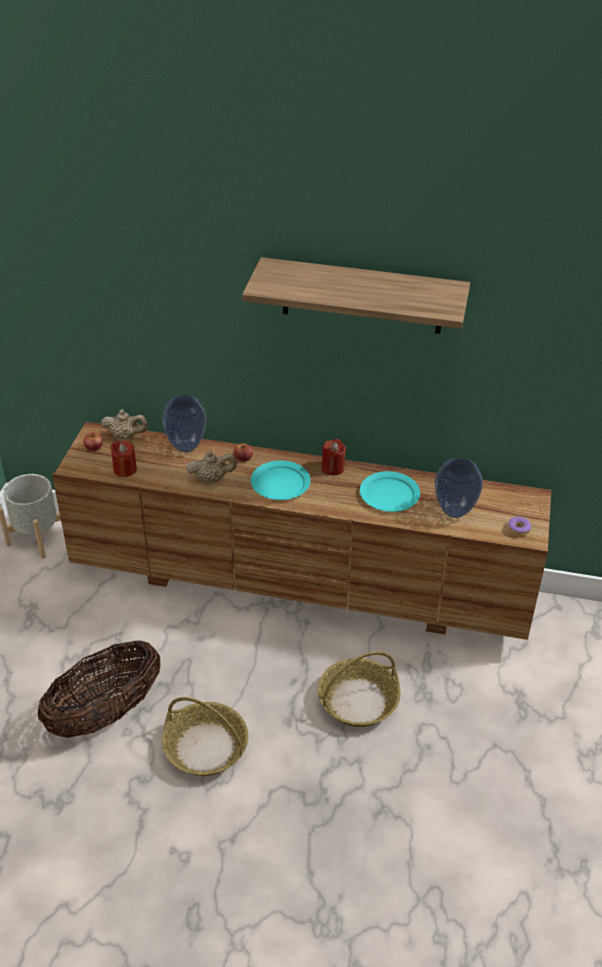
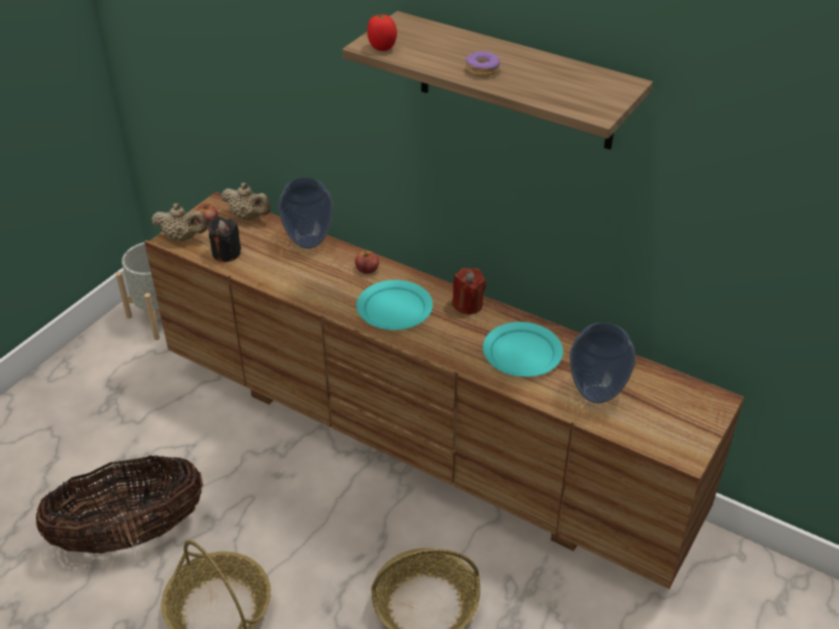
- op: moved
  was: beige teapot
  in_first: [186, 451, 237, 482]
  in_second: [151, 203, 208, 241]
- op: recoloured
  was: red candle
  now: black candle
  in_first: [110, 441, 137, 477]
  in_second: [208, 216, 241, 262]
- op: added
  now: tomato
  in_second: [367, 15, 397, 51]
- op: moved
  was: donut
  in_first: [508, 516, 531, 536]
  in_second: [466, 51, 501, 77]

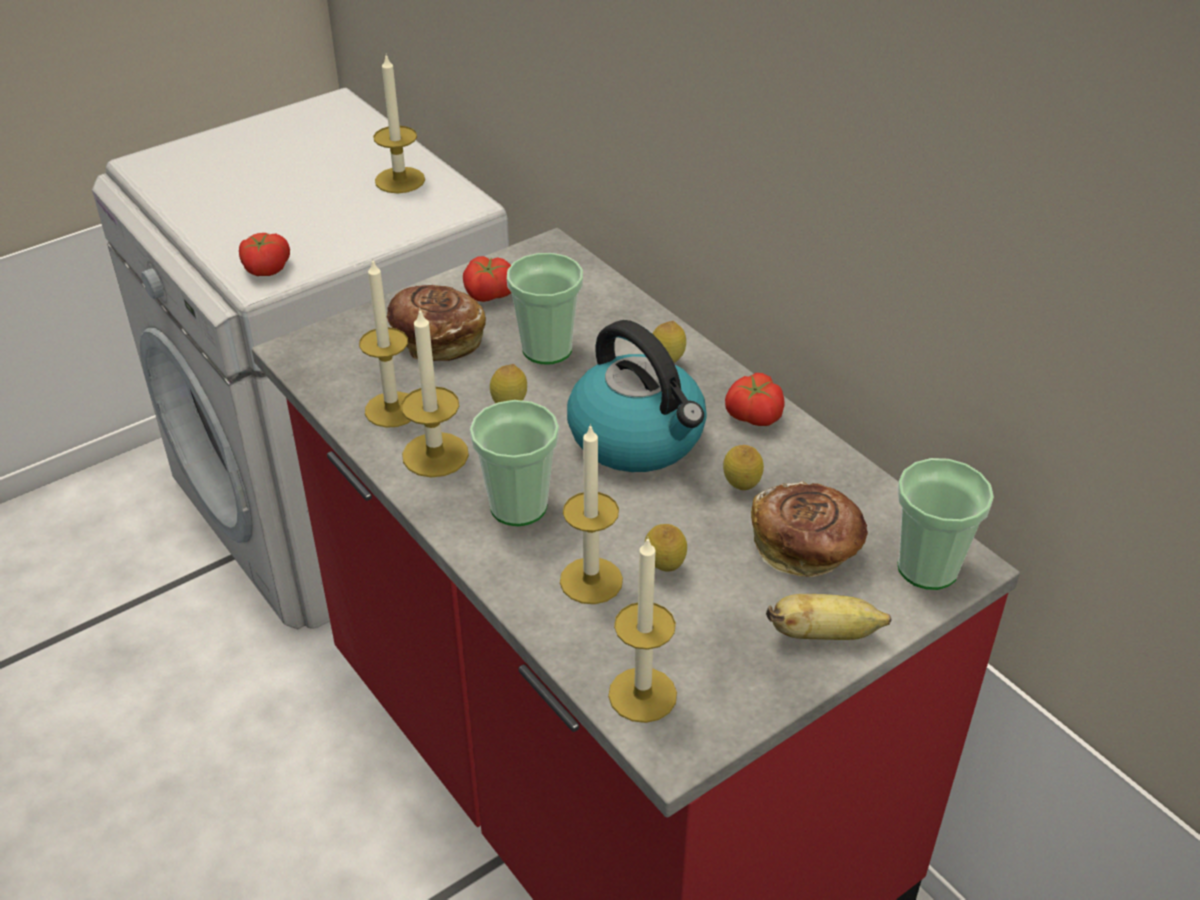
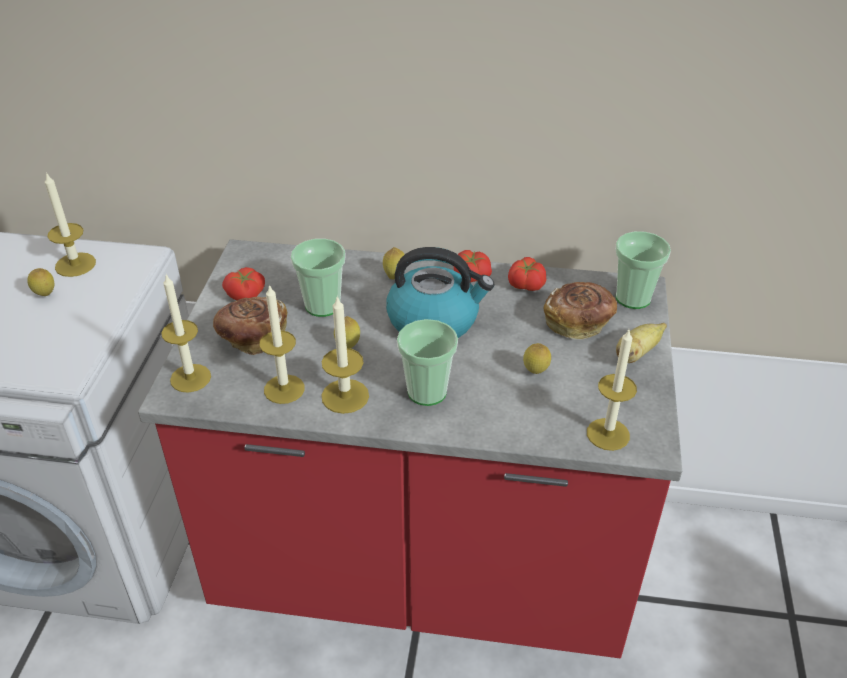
- op: moved
  was: lemon
  in_first: [723, 445, 764, 490]
  in_second: [27, 268, 54, 296]
- op: moved
  was: candle
  in_first: [560, 423, 623, 604]
  in_second: [161, 274, 211, 392]
- op: moved
  was: tomato
  in_first: [239, 233, 290, 276]
  in_second: [508, 257, 546, 291]

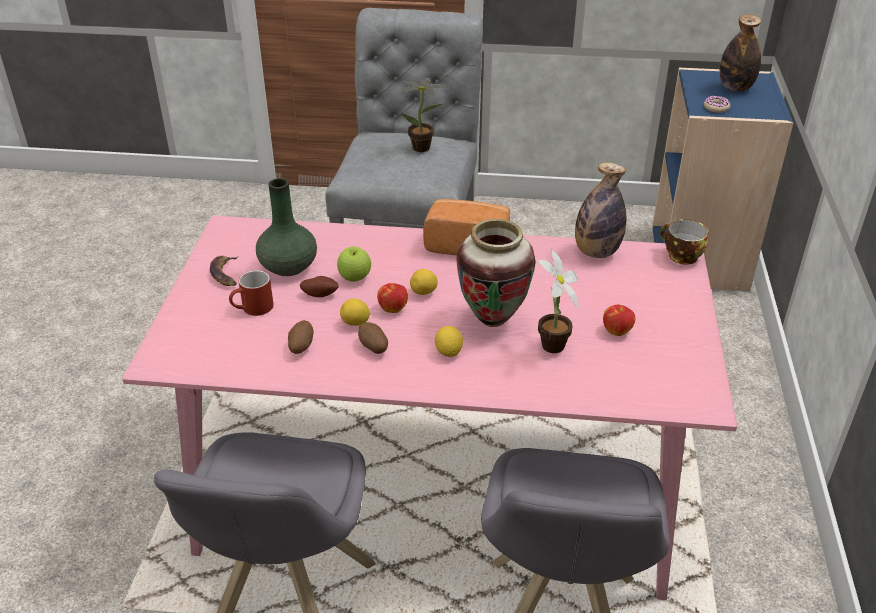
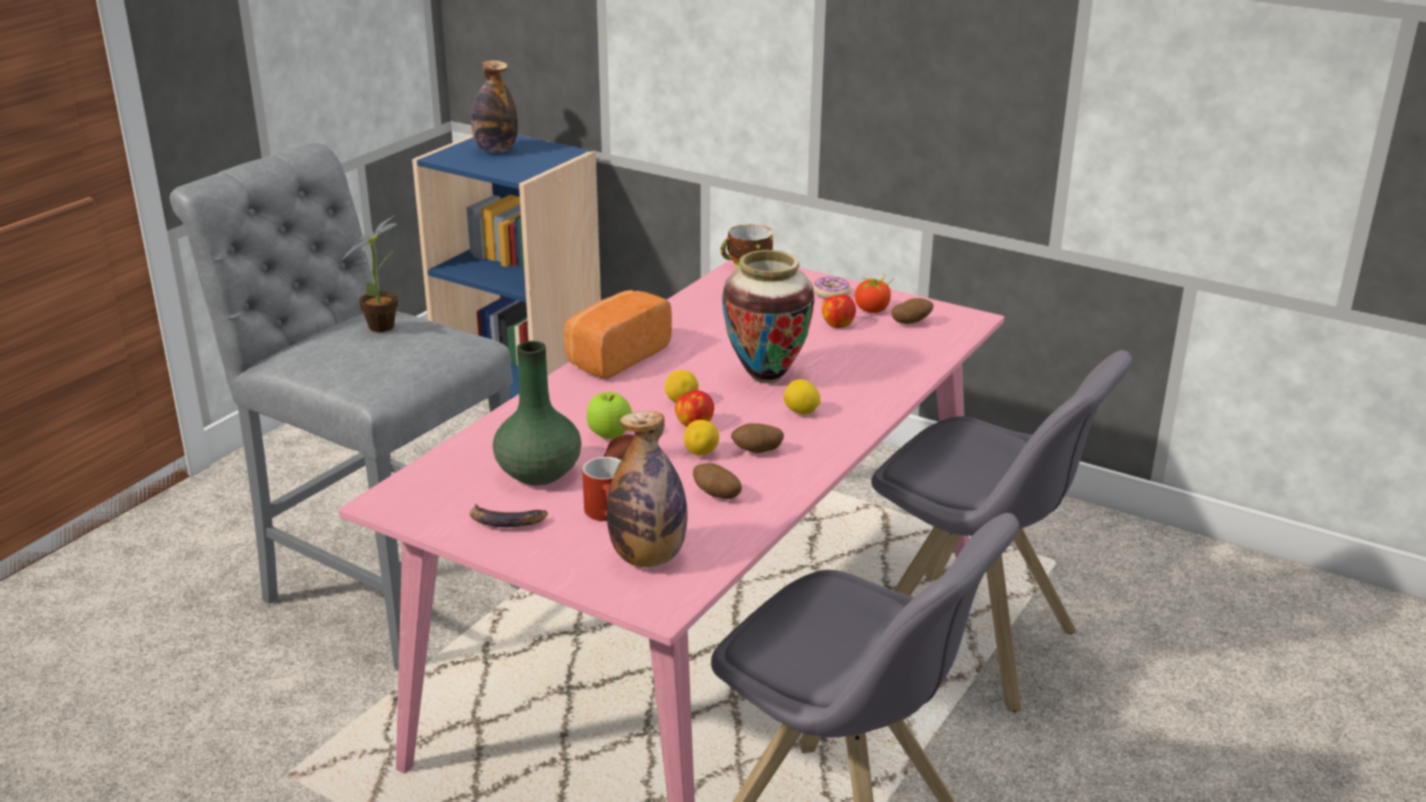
- op: moved
  was: bottle
  in_first: [575, 162, 626, 258]
  in_second: [607, 411, 687, 567]
- op: moved
  was: donut
  in_first: [704, 96, 730, 113]
  in_second: [814, 277, 851, 299]
- op: added
  now: tomato
  in_second: [855, 274, 894, 313]
- op: added
  now: potato
  in_second: [891, 298, 934, 324]
- op: removed
  was: potted plant
  in_first: [538, 249, 579, 353]

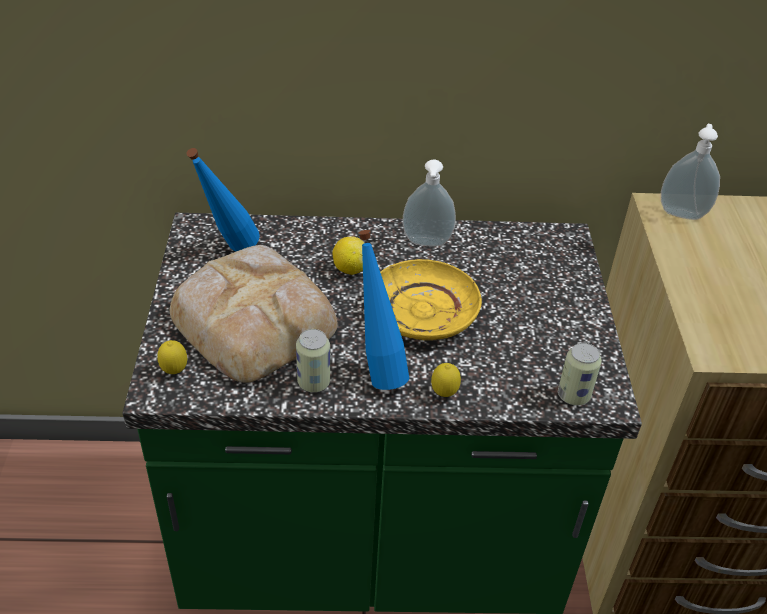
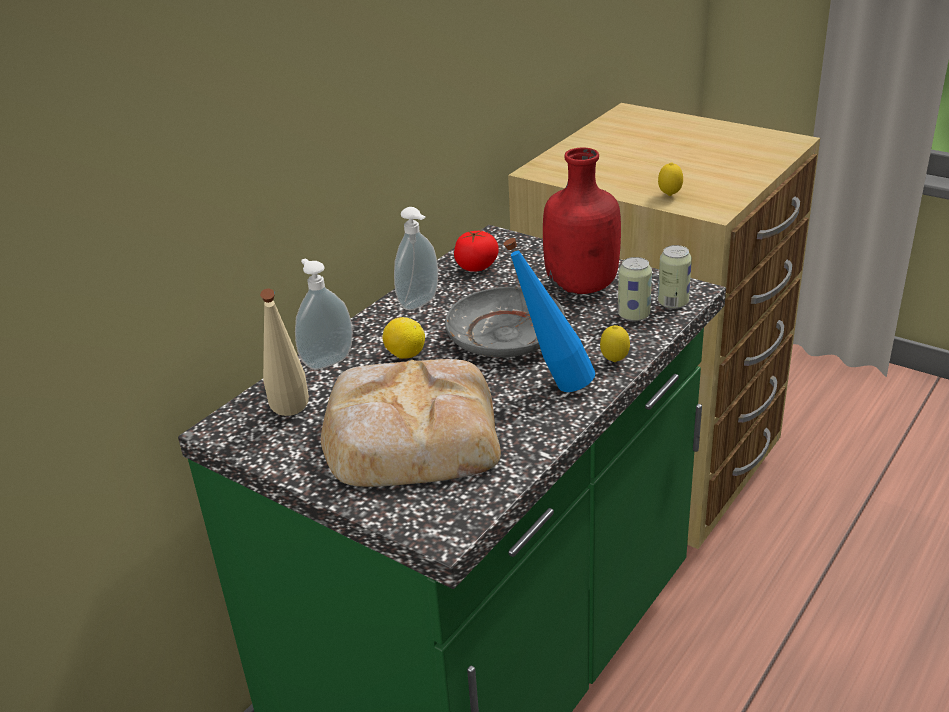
- op: recoloured
  was: blue bottle
  now: beige bottle
  in_first: [186, 148, 259, 251]
  in_second: [260, 289, 309, 416]
- op: moved
  was: soap dispenser
  in_first: [661, 124, 720, 220]
  in_second: [295, 258, 353, 370]
- op: recoloured
  was: yellow plate
  now: grey plate
  in_first: [380, 259, 482, 341]
  in_second: [445, 287, 565, 357]
- op: added
  now: tomato
  in_second: [454, 231, 499, 272]
- op: added
  now: red bottle
  in_second: [543, 148, 621, 294]
- op: moved
  was: can
  in_first: [296, 329, 330, 393]
  in_second: [618, 257, 652, 321]
- op: moved
  was: lemon
  in_first: [157, 340, 187, 374]
  in_second: [658, 162, 683, 196]

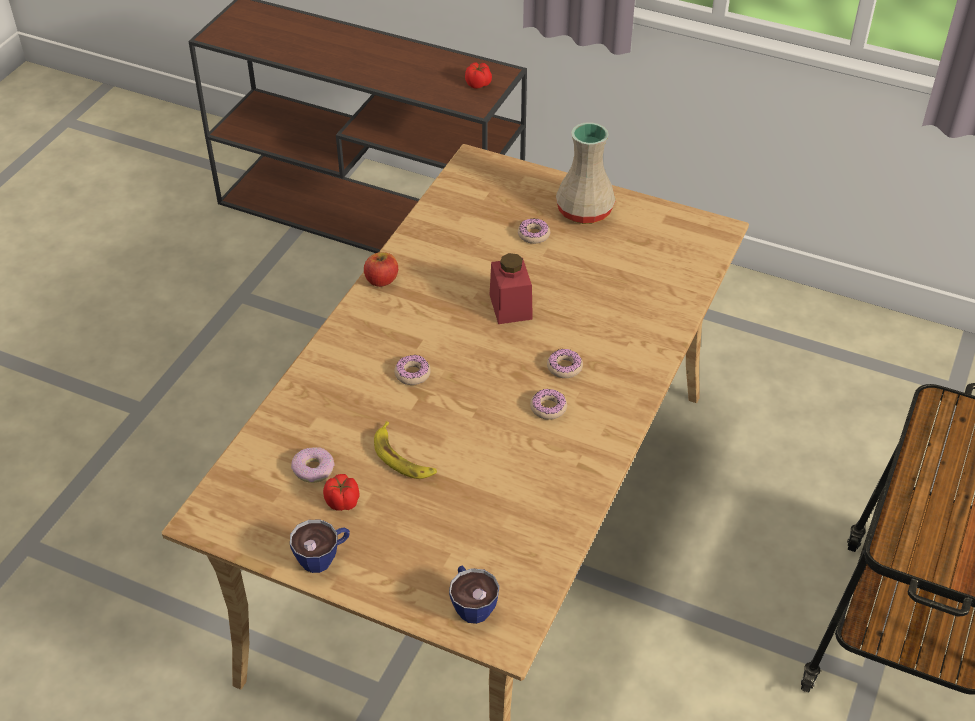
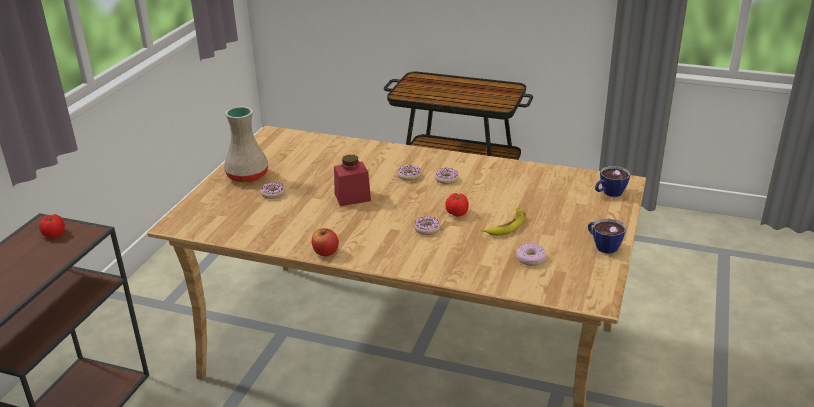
- op: moved
  was: tomato
  in_first: [323, 474, 359, 511]
  in_second: [445, 193, 469, 216]

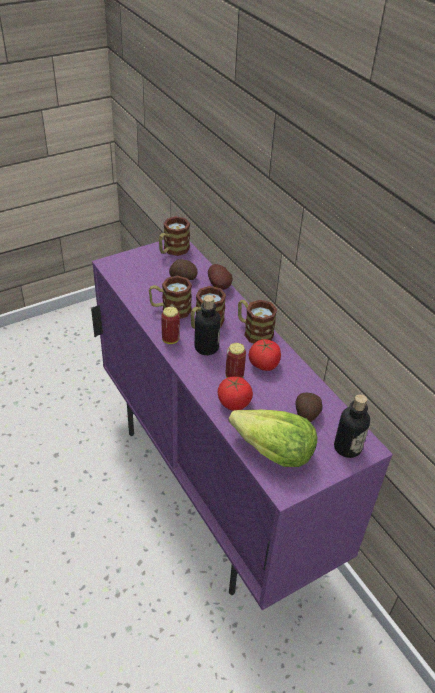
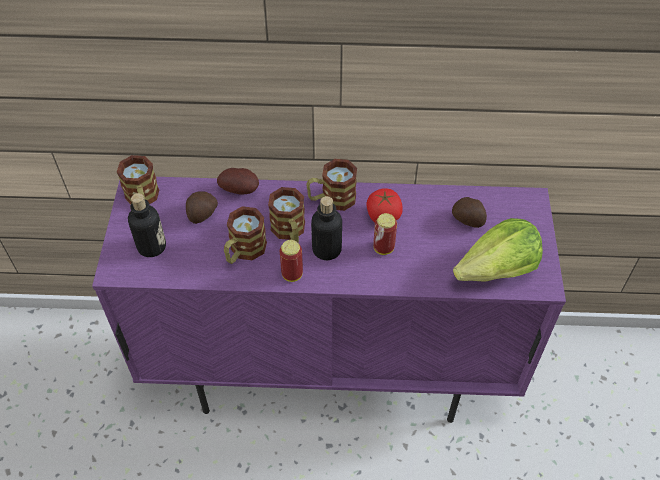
- op: moved
  was: bottle
  in_first: [334, 394, 370, 458]
  in_second: [128, 193, 166, 257]
- op: removed
  was: tomato
  in_first: [218, 377, 253, 411]

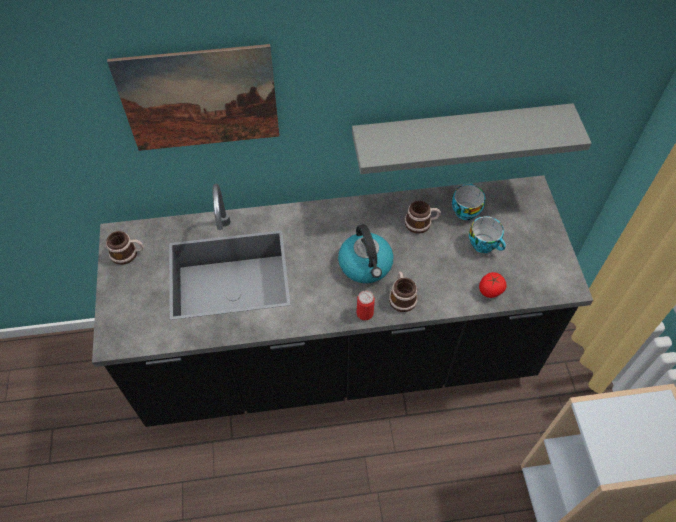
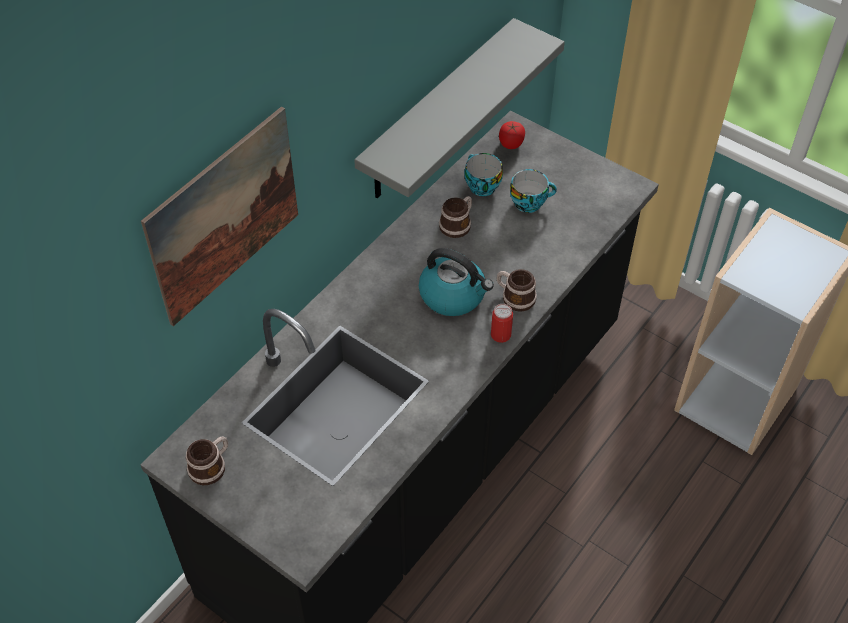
- op: moved
  was: tomato
  in_first: [479, 272, 507, 298]
  in_second: [499, 121, 525, 149]

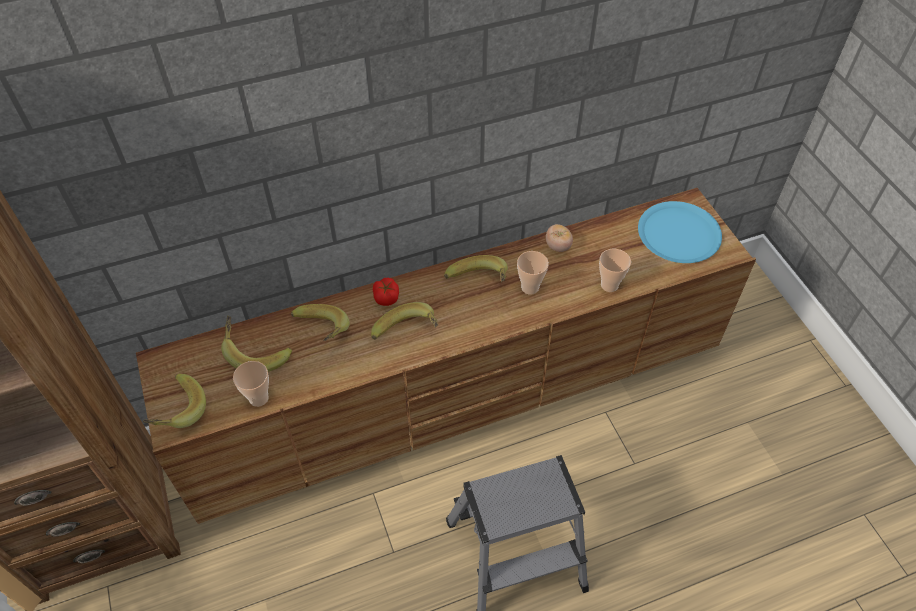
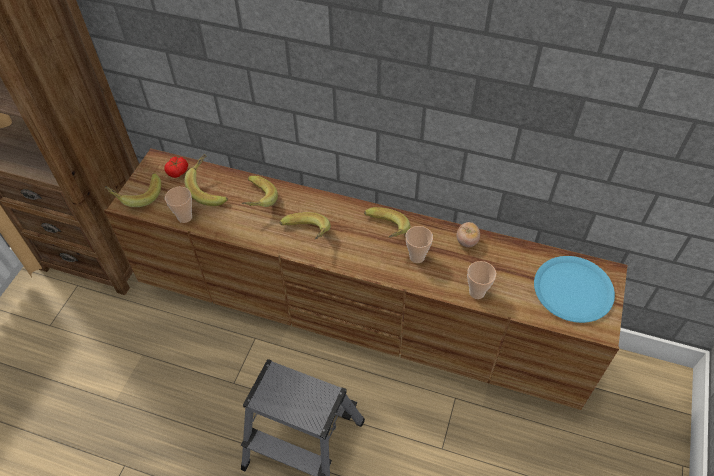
- op: moved
  was: tomato
  in_first: [373, 278, 399, 306]
  in_second: [164, 157, 188, 178]

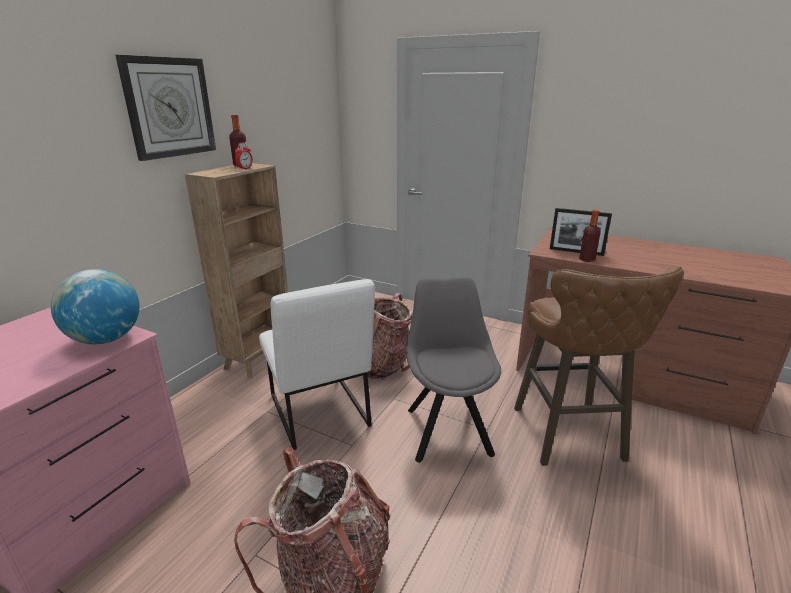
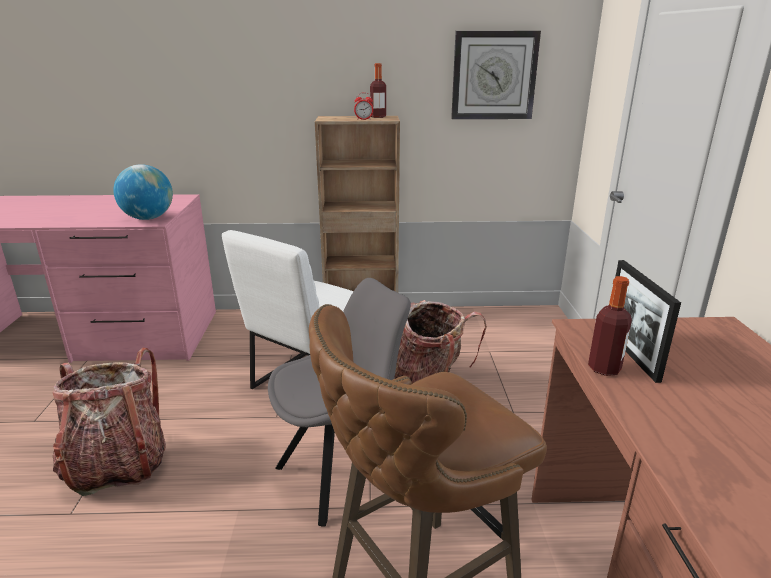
- op: moved
  was: wall clock
  in_first: [115, 55, 216, 161]
  in_second: [451, 31, 541, 119]

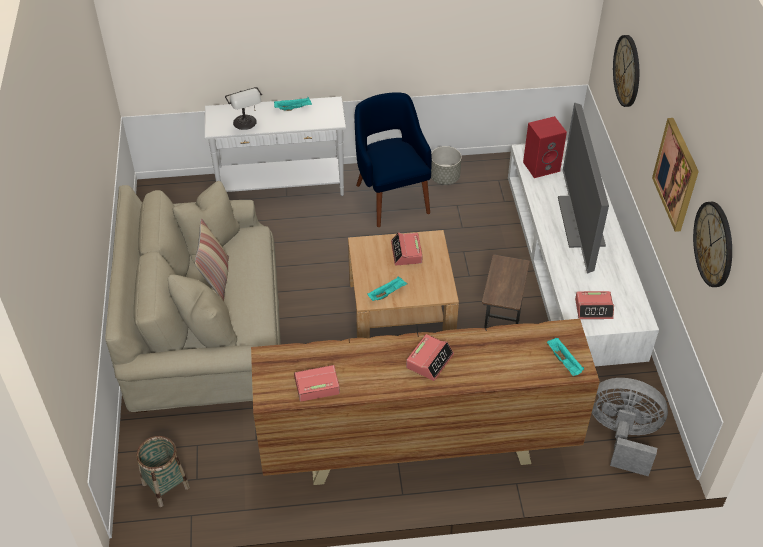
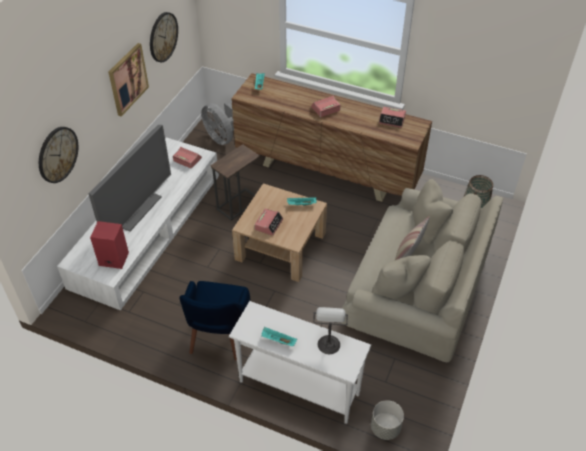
- op: moved
  was: grey planter
  in_first: [431, 146, 462, 185]
  in_second: [371, 400, 404, 440]

